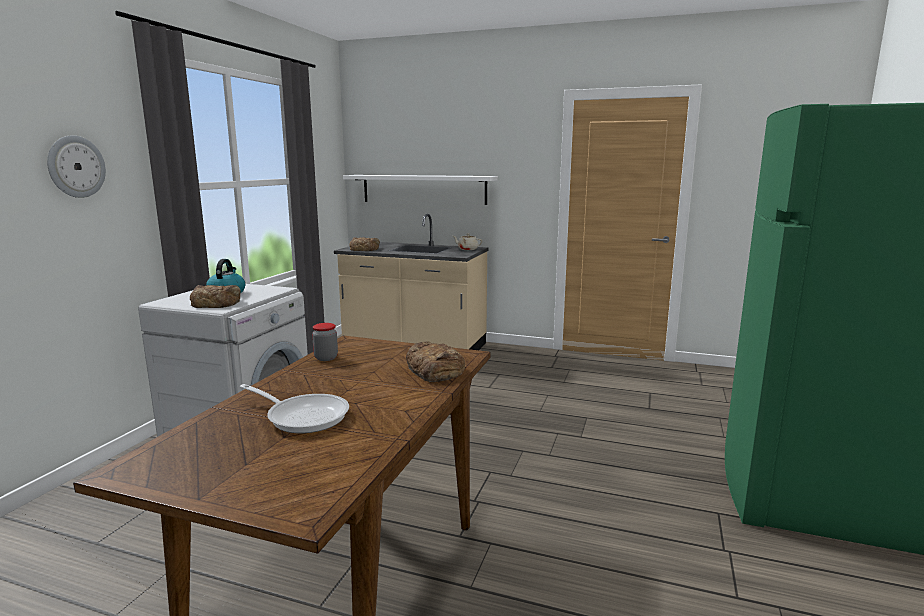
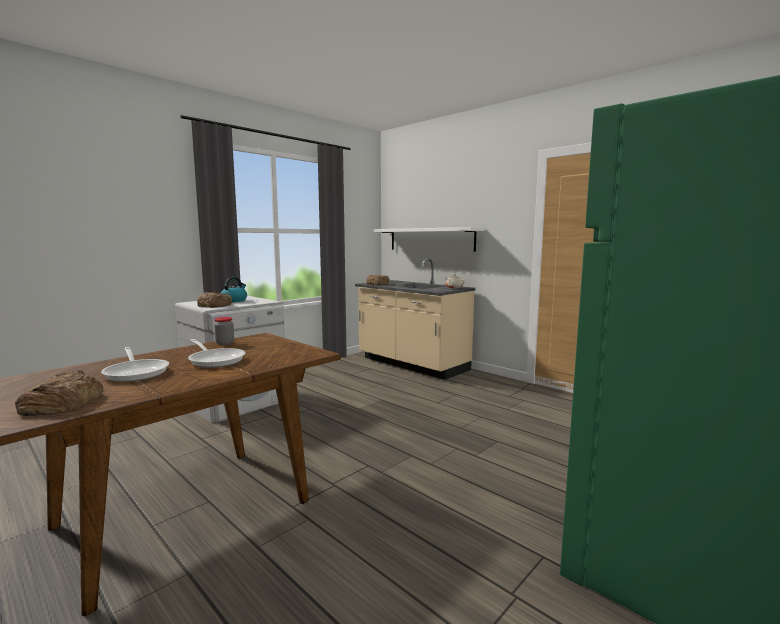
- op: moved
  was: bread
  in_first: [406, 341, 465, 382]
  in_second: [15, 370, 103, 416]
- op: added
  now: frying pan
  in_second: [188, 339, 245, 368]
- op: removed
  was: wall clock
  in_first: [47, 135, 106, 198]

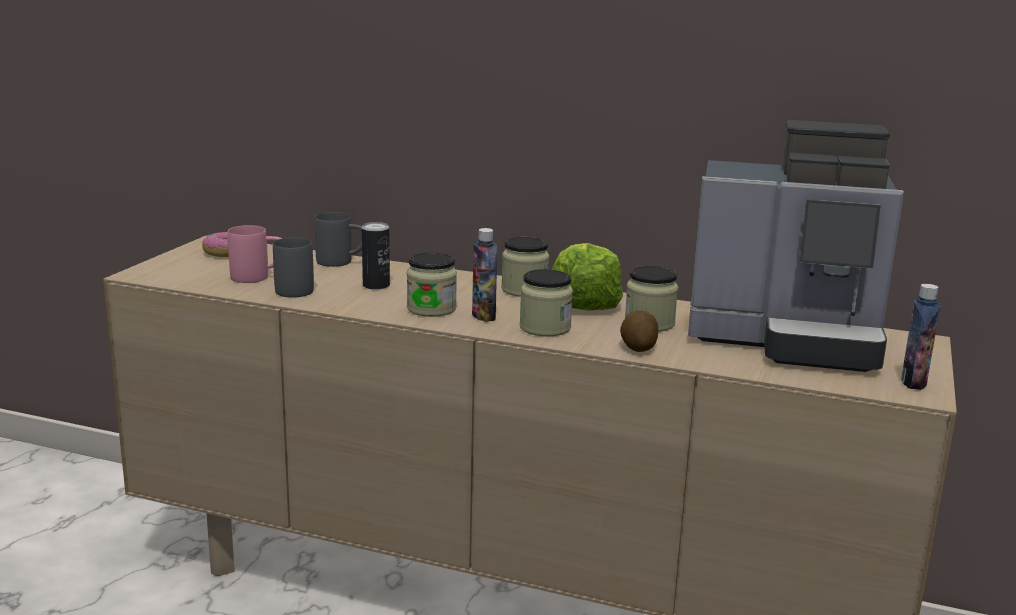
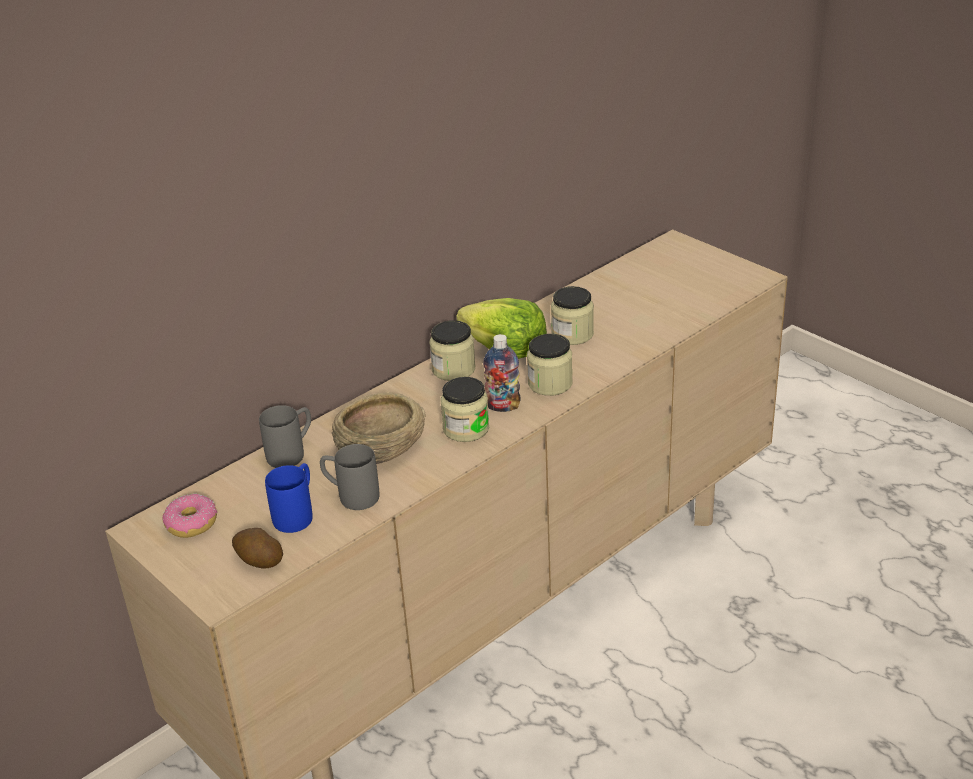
- op: moved
  was: potato
  in_first: [620, 311, 658, 352]
  in_second: [232, 528, 283, 569]
- op: recoloured
  was: pink mug
  now: blue mug
  in_first: [228, 225, 282, 283]
  in_second: [265, 463, 313, 533]
- op: replaced
  was: can
  now: beige bowl
  in_first: [362, 222, 390, 290]
  in_second: [332, 392, 425, 464]
- op: removed
  was: coffee machine
  in_first: [688, 120, 904, 372]
- op: removed
  was: bottle
  in_first: [901, 284, 940, 390]

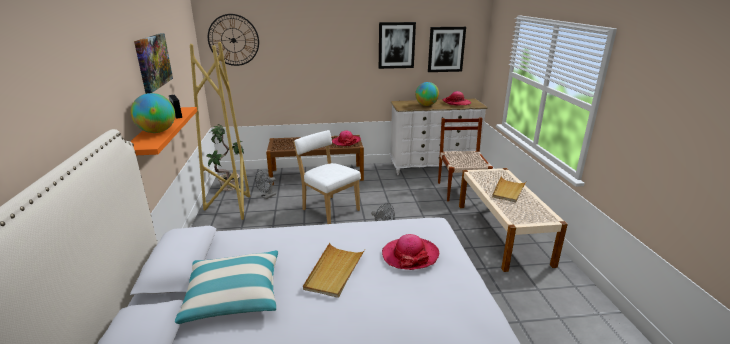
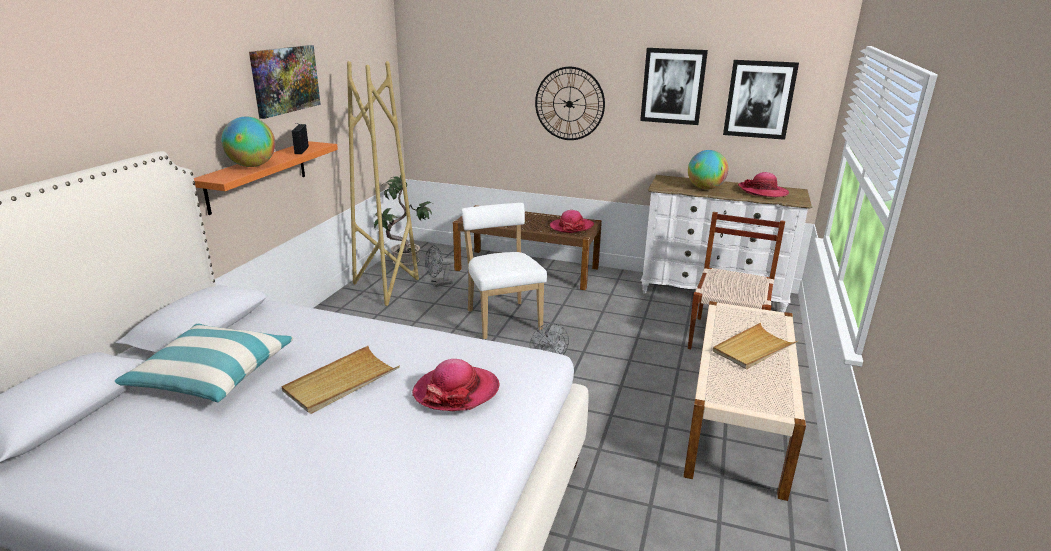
- op: moved
  was: wall clock
  in_first: [208, 14, 259, 66]
  in_second: [535, 67, 605, 140]

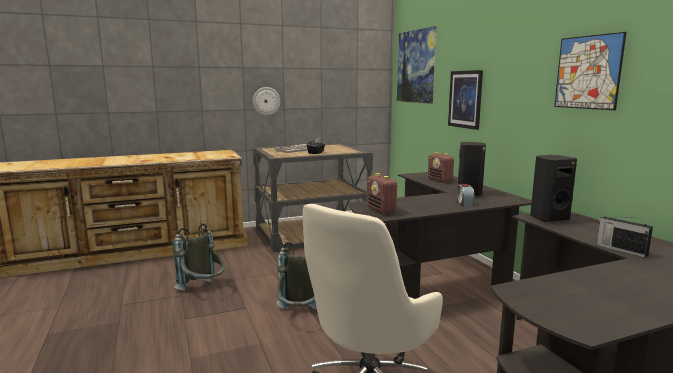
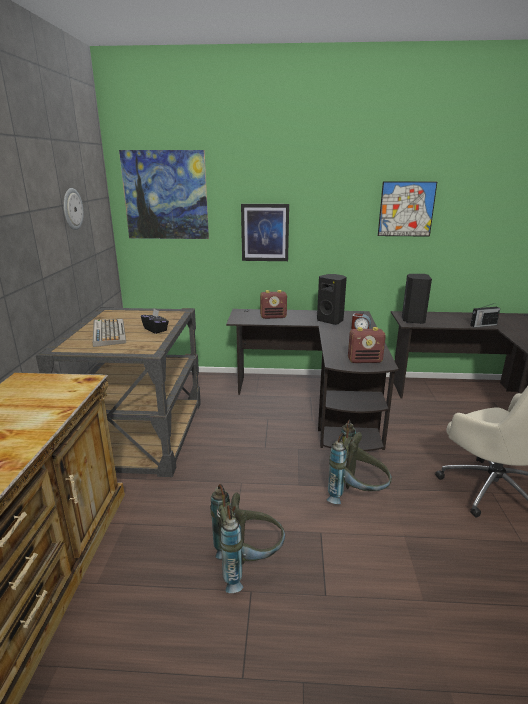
- op: moved
  was: wall clock
  in_first: [253, 87, 280, 116]
  in_second: [64, 188, 83, 230]

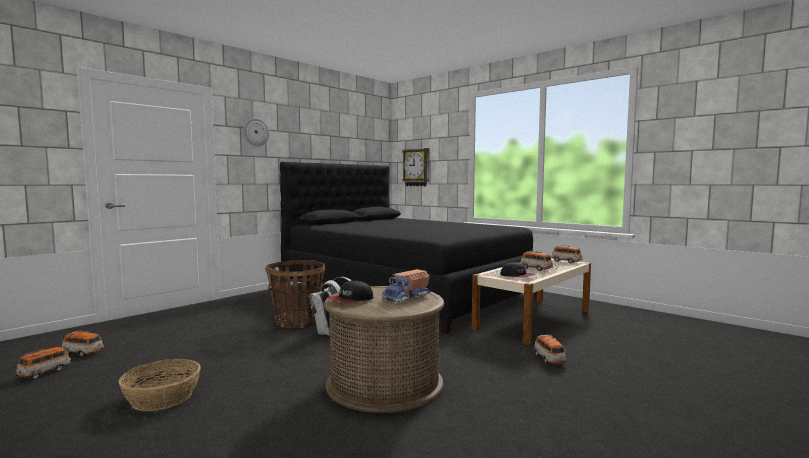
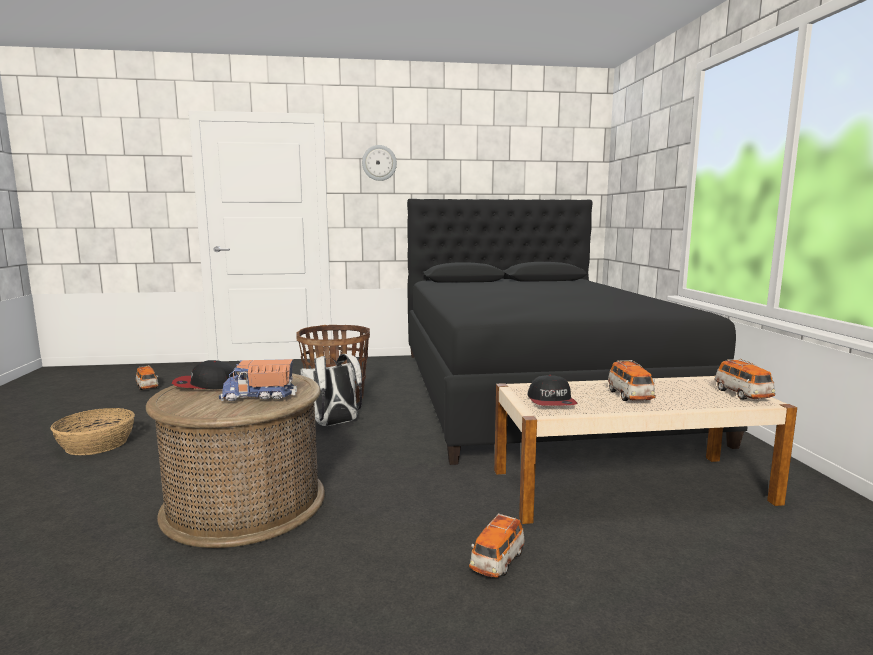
- op: removed
  was: toy car
  in_first: [16, 347, 71, 380]
- op: removed
  was: wall clock
  in_first: [402, 148, 430, 186]

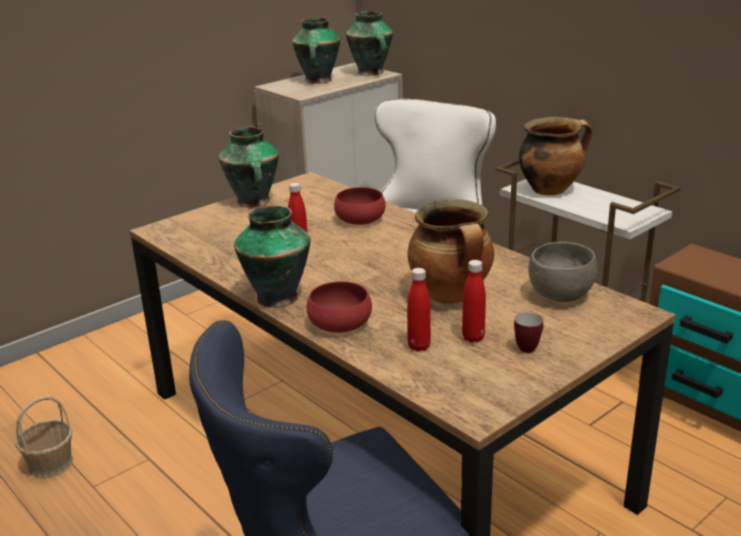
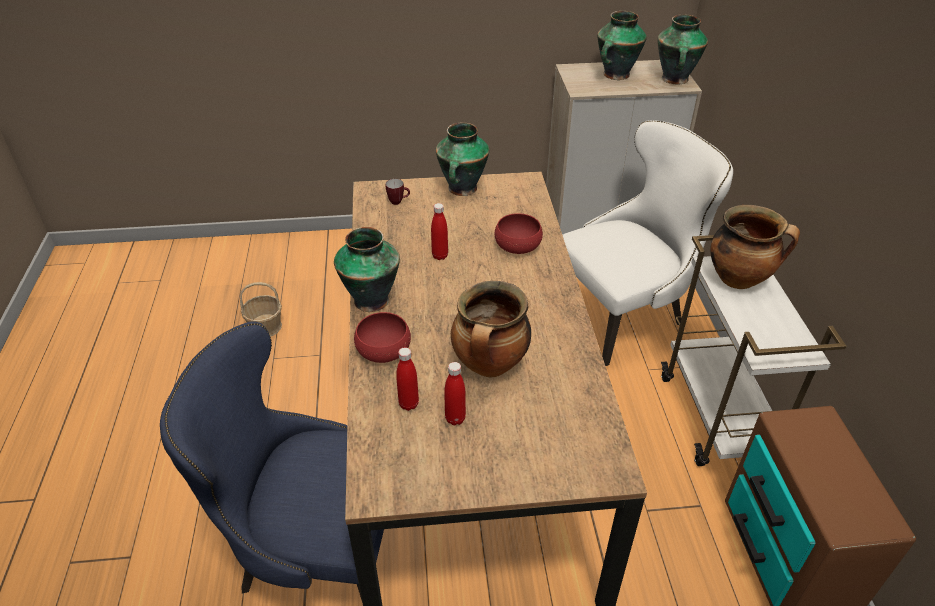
- op: moved
  was: mug
  in_first: [514, 313, 543, 353]
  in_second: [385, 179, 410, 205]
- op: removed
  was: grey bowl
  in_first: [528, 242, 598, 302]

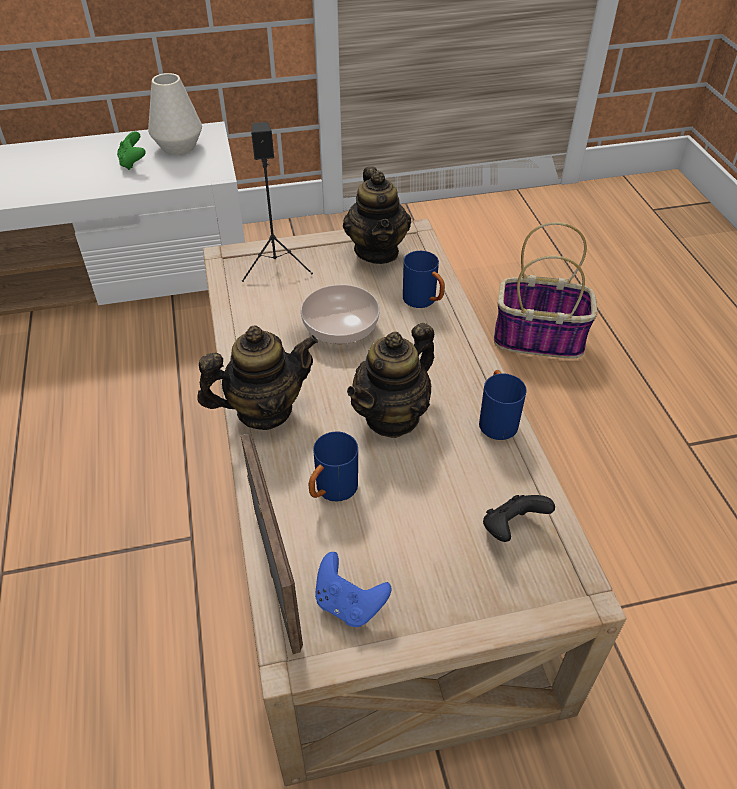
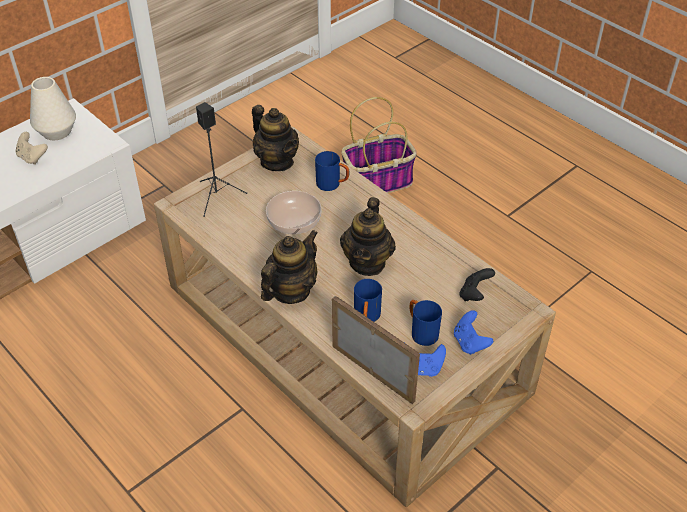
- op: recoloured
  was: green game controller
  now: beige game controller
  in_first: [117, 131, 145, 170]
  in_second: [15, 132, 48, 165]
- op: moved
  was: blue mug
  in_first: [479, 370, 527, 440]
  in_second: [409, 300, 442, 346]
- op: added
  now: blue game controller
  in_second: [454, 310, 493, 355]

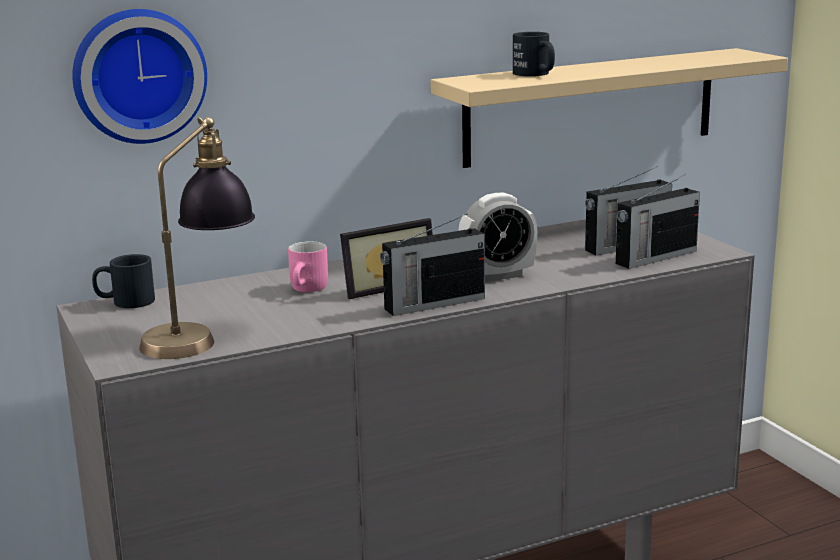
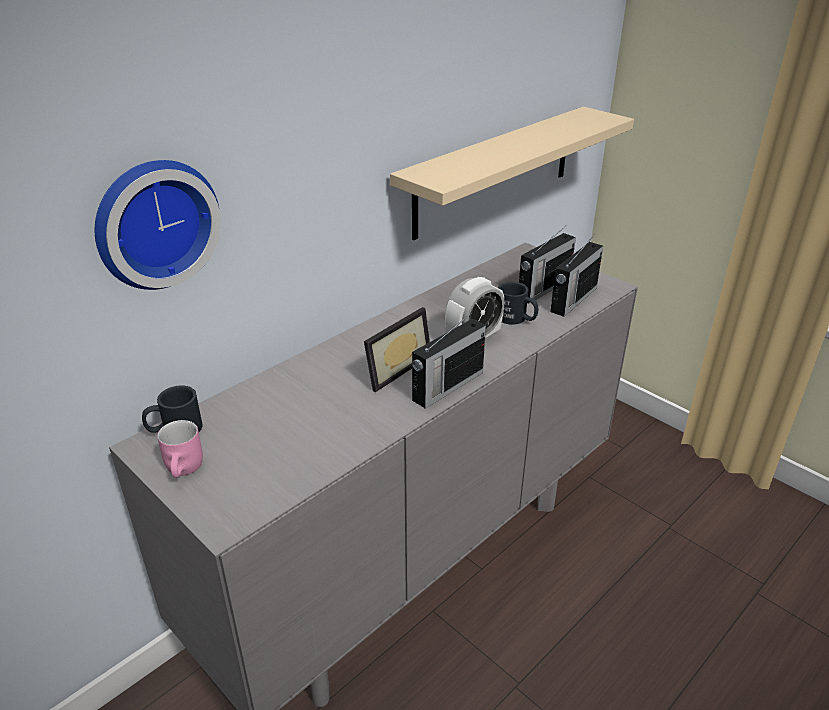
- op: moved
  was: pink mug
  in_first: [288, 241, 328, 292]
  in_second: [157, 420, 203, 478]
- op: moved
  was: black mug
  in_first: [513, 32, 555, 76]
  in_second: [498, 282, 538, 325]
- op: removed
  was: table lamp
  in_first: [139, 117, 255, 359]

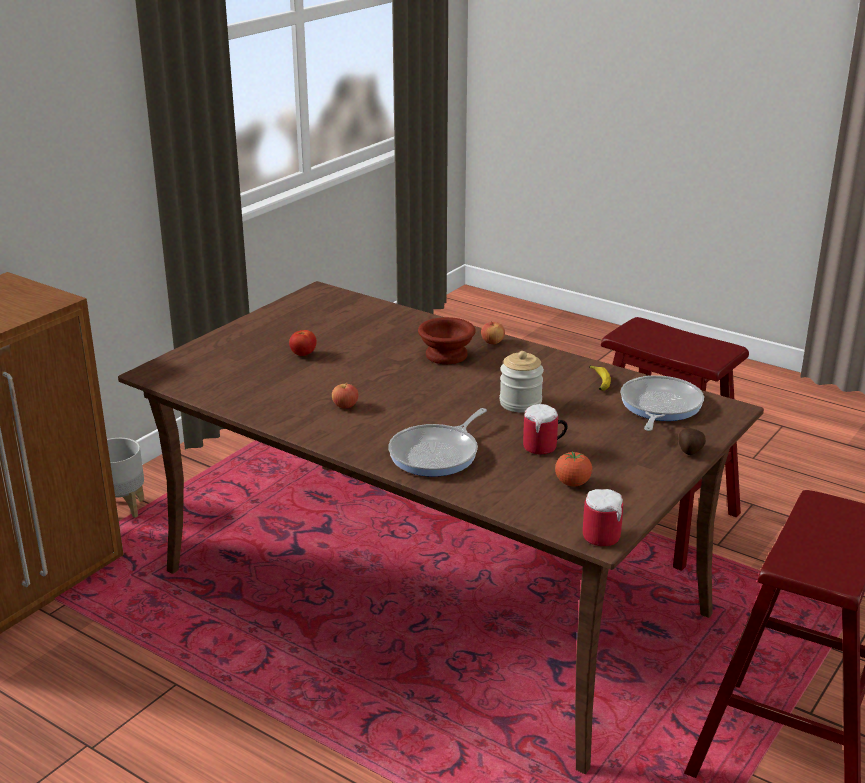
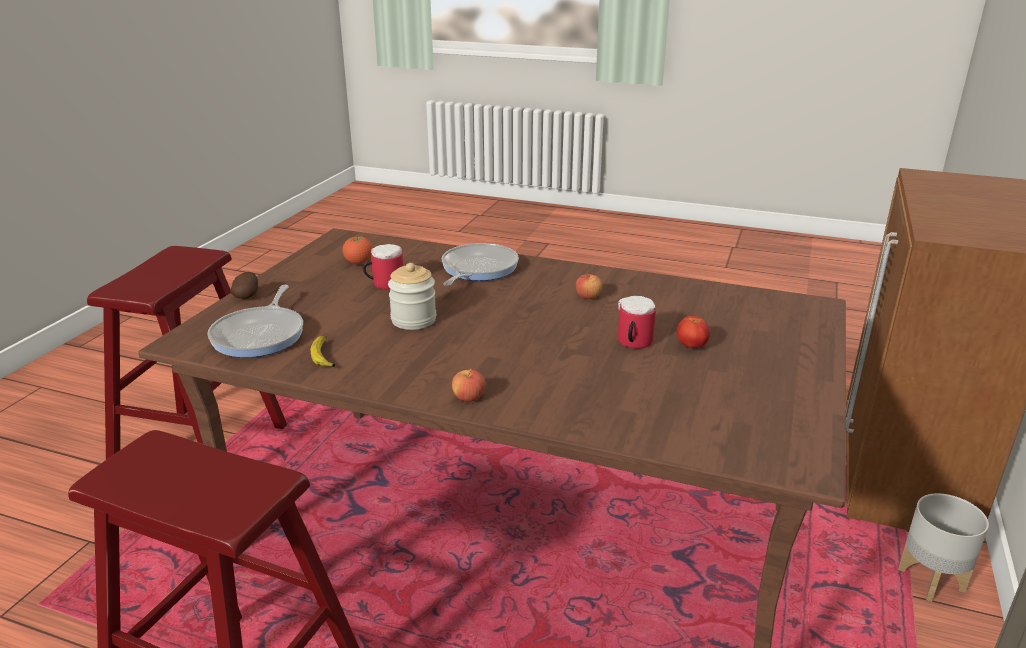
- op: moved
  was: mug
  in_first: [583, 489, 623, 546]
  in_second: [618, 296, 656, 349]
- op: removed
  was: brown bowl
  in_first: [418, 317, 476, 364]

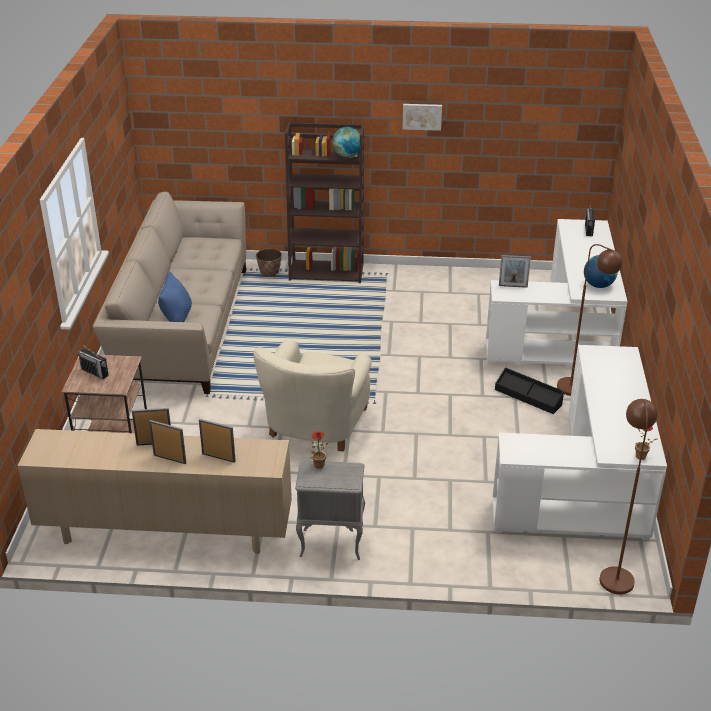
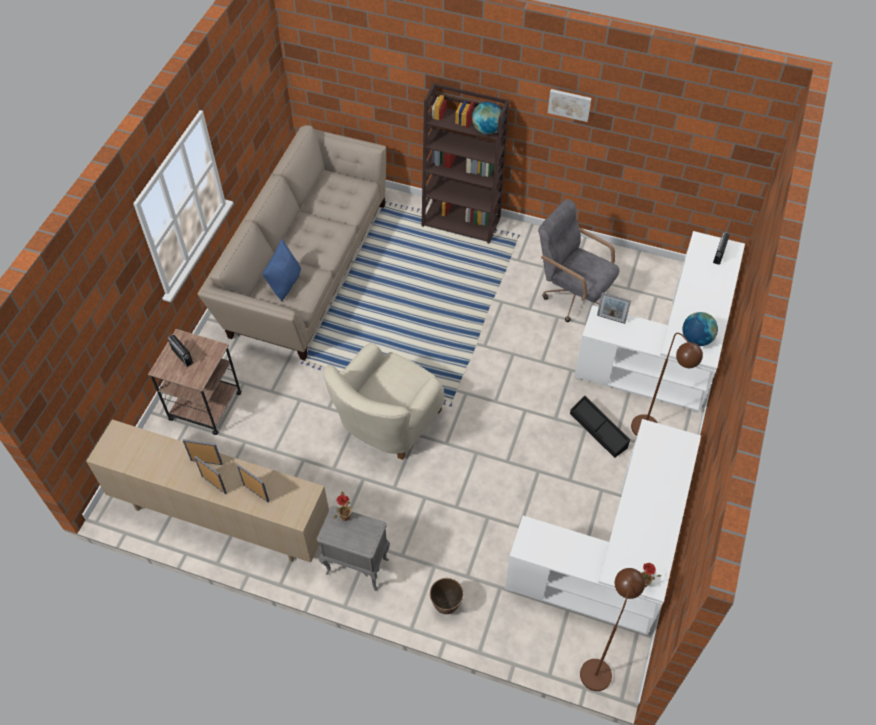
- op: moved
  was: planter
  in_first: [256, 249, 282, 277]
  in_second: [430, 578, 463, 614]
- op: added
  now: grey office chair
  in_second: [538, 199, 620, 322]

